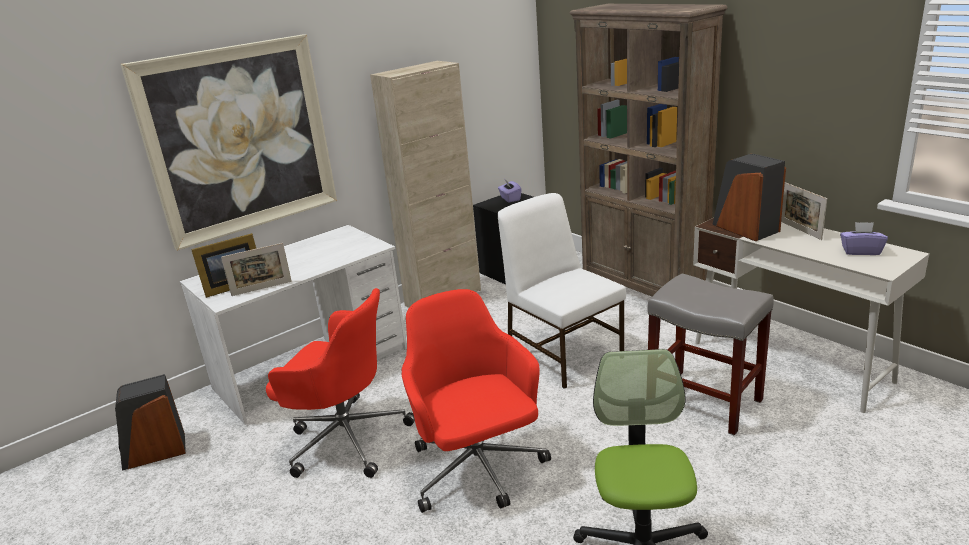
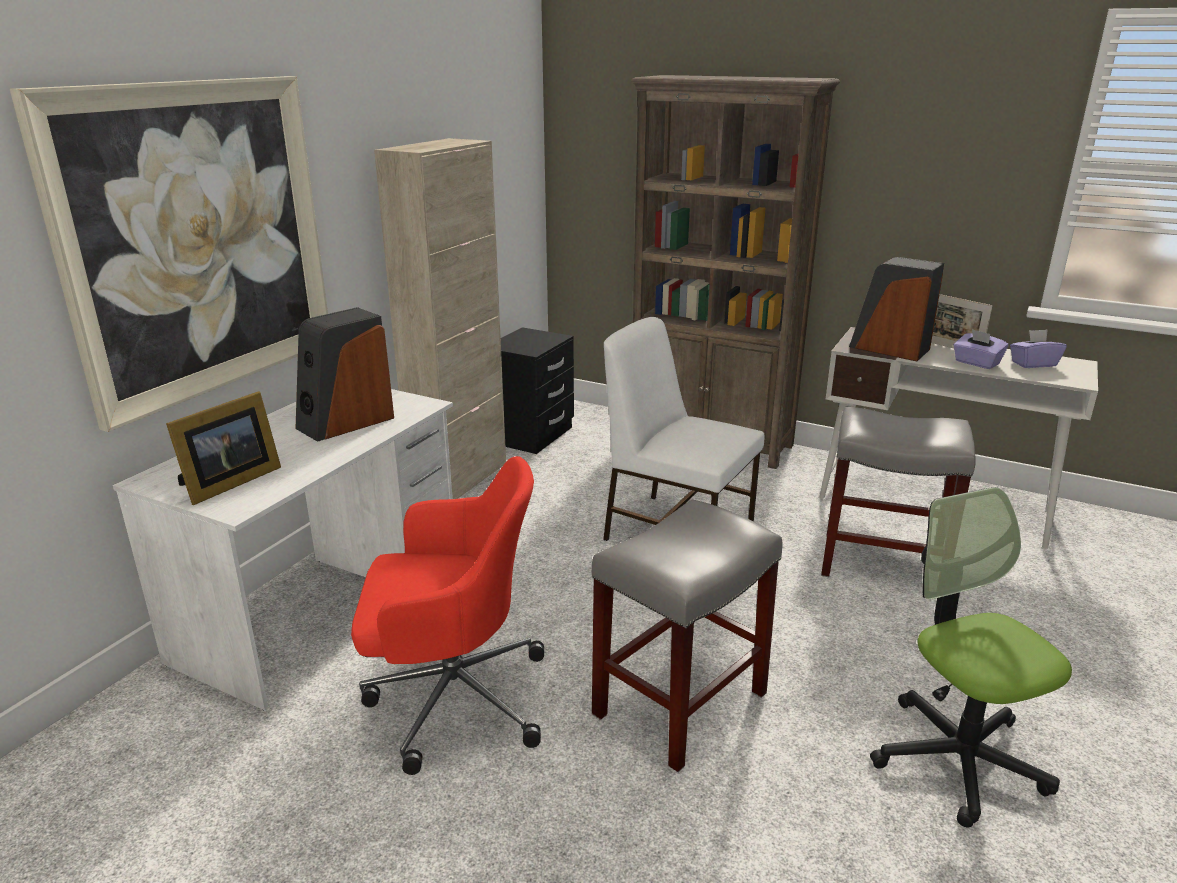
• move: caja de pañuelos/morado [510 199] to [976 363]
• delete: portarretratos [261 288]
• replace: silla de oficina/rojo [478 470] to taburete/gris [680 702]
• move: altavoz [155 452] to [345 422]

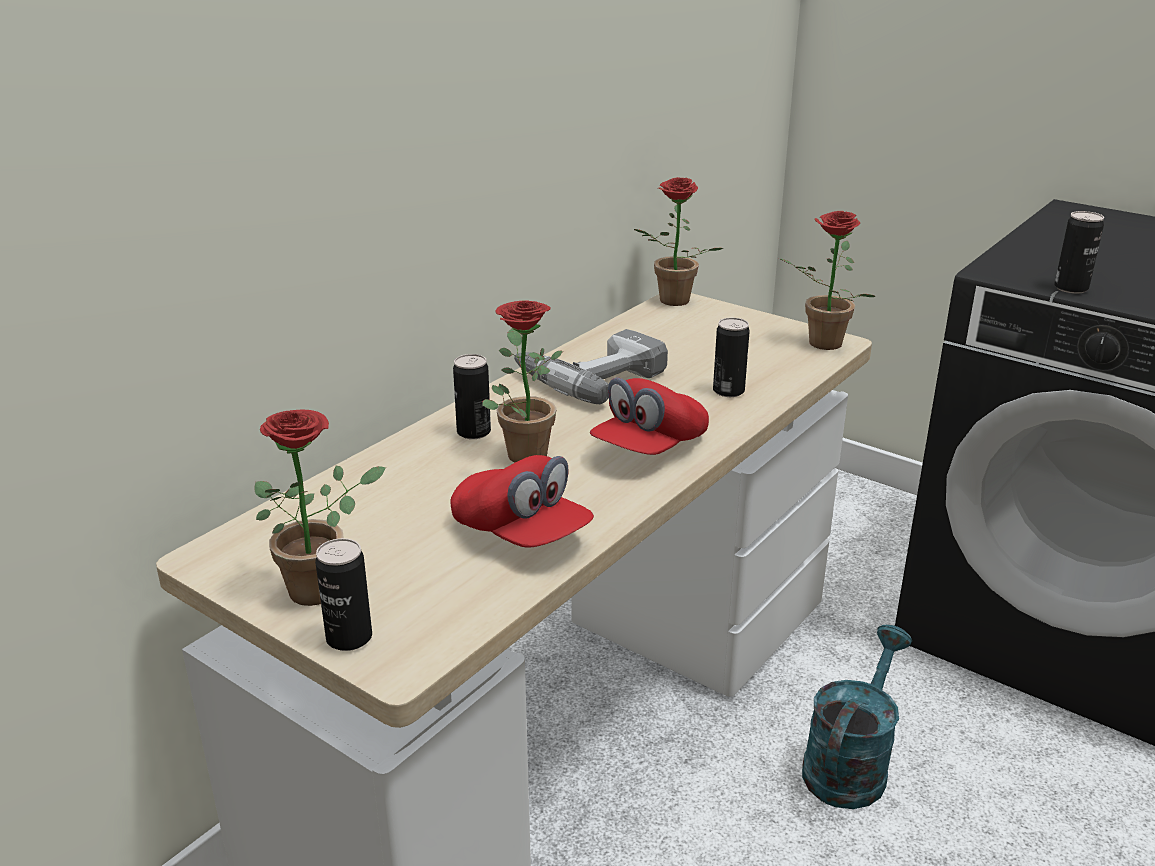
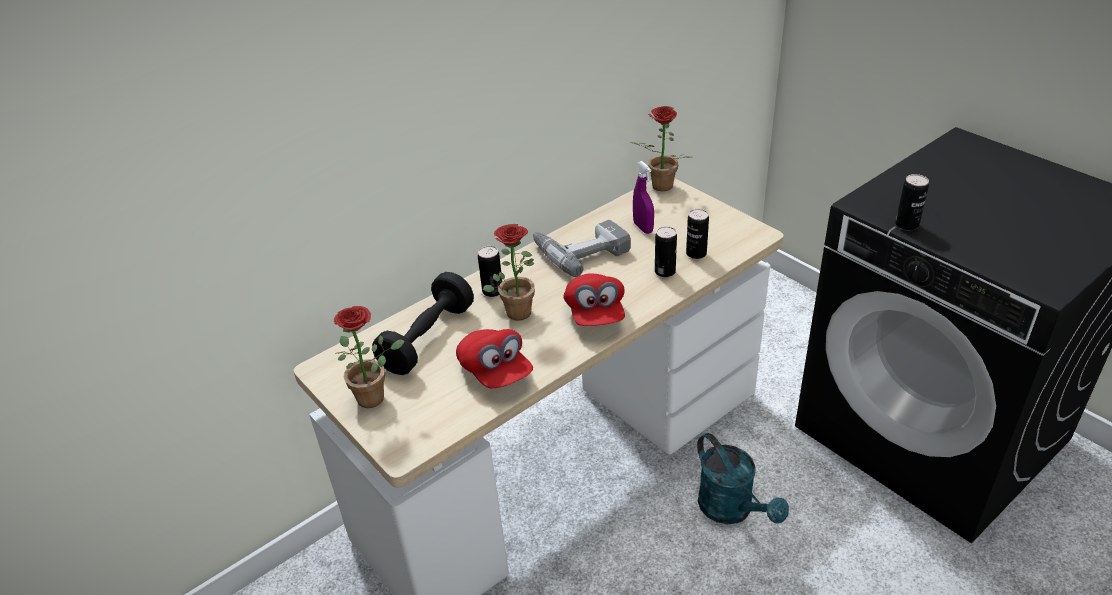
• delete: planta en maceta [819 344]
• rotate: gorra/rojo [649 447] = [595 314] 60 degrees counterclockwise
• move: lata [349 638] to [696 253]
• rotate: regadera/turquesa [849 763] = [732 510] 105 degrees clockwise
• insert: pulverizador/morado [643 228]
• insert: mancuerna/negro [427 339]

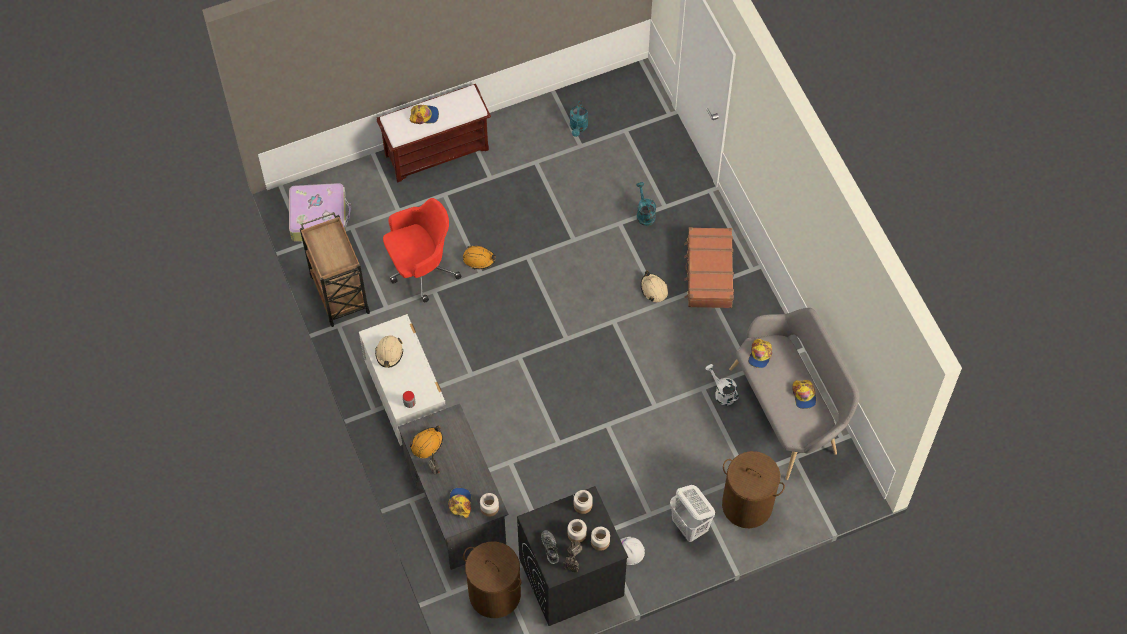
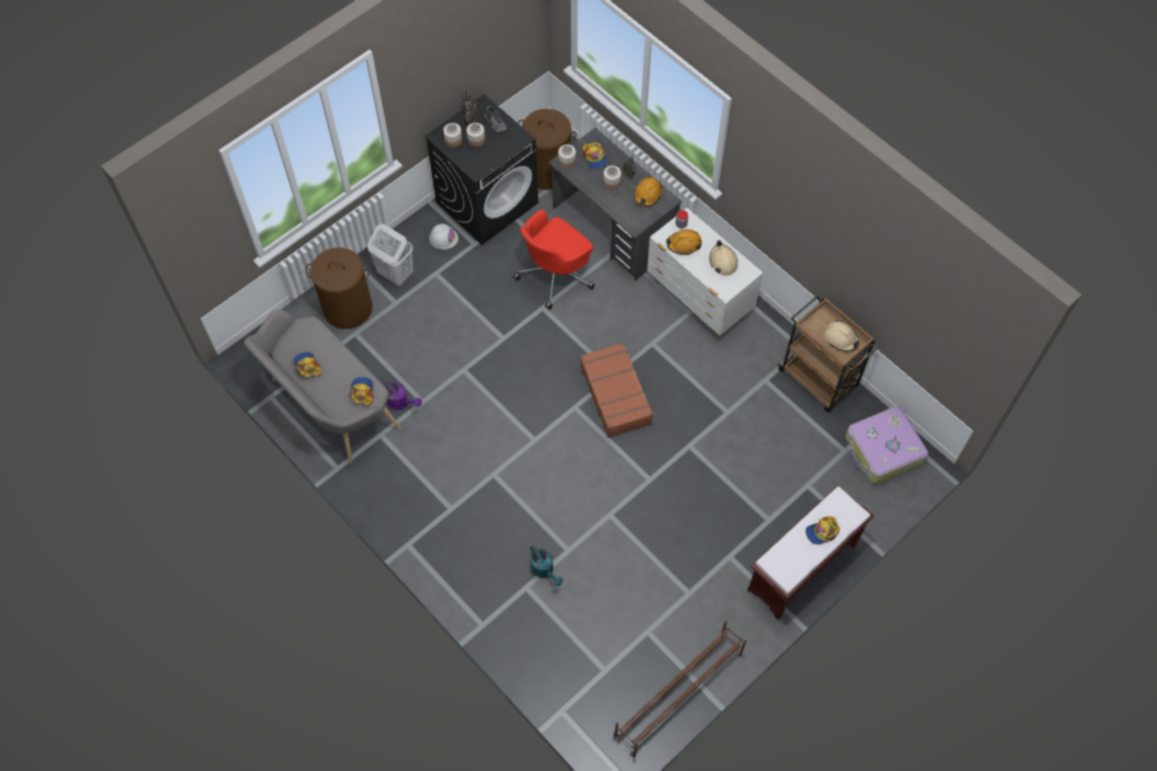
• delete: regadera/turquesa [578 127]
• move: silla de oficina/rojo [421 269] to [556 274]
• move: maleta/marrón [708 273] to [616 394]
• move: casco/naranja [479 259] to [684 244]
• move: casco/beis [654 289] to [841 338]
• recolor: regadera/blanco [722 393] to regadera/morado [401 403]
• move: tarro [582 505] to [612 182]
• insert: zapatero/marrón [678 694]

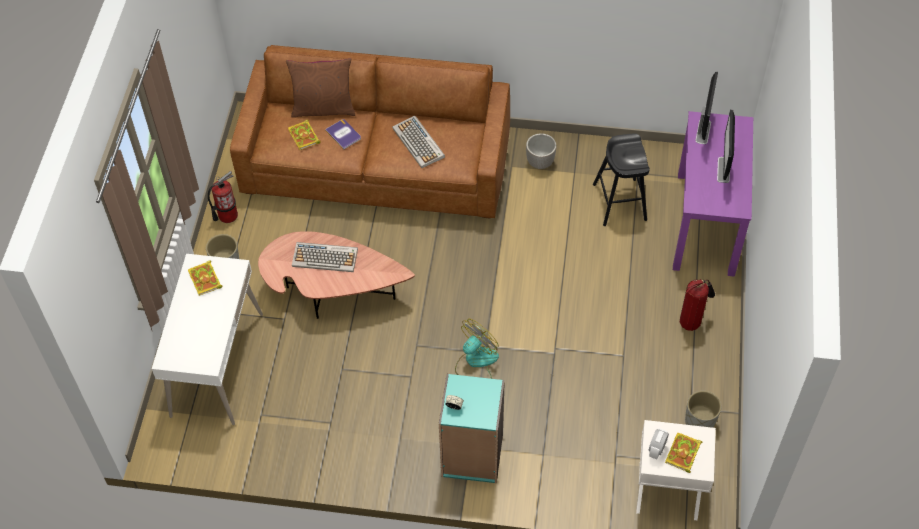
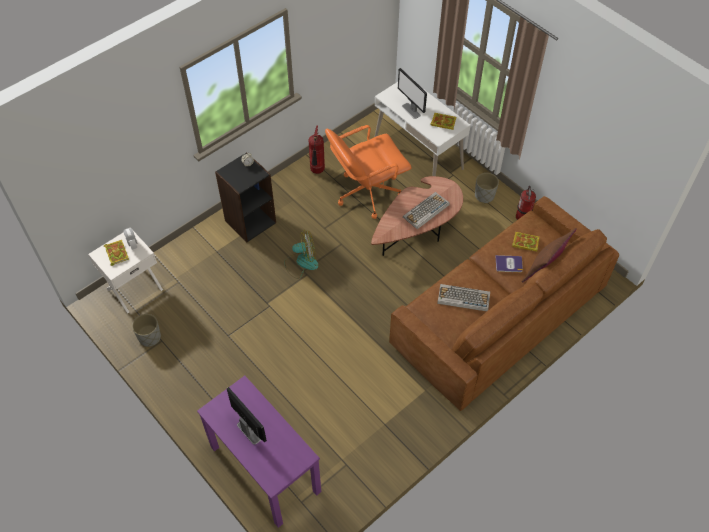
• move: monitor [703 131] to [411 110]
• delete: maceta [540 162]
• delete: taburete/negro [619 202]
• move: extintor [691 322] to [317 171]
• rotate: ventilador [476 362] = [301 262] 90 degrees counterclockwise
• recolor: estantería/turquesa [472 456] to estantería/negro [250 221]
• insert: silla de oficina/naranja [367 193]

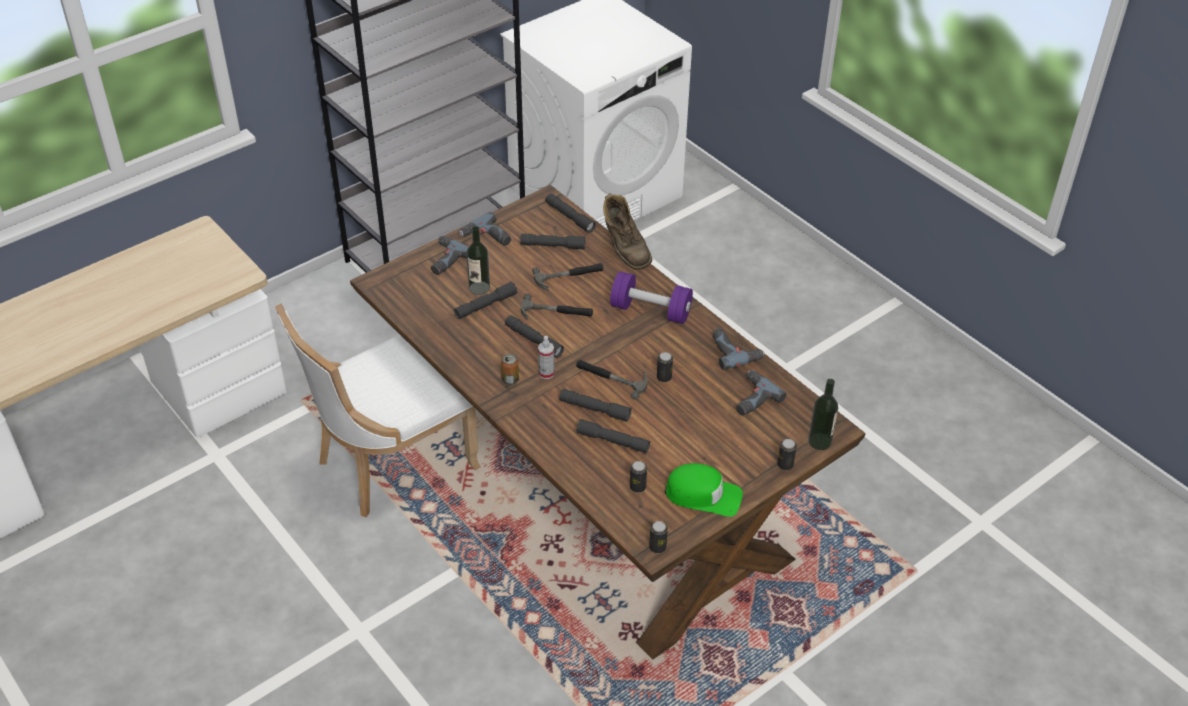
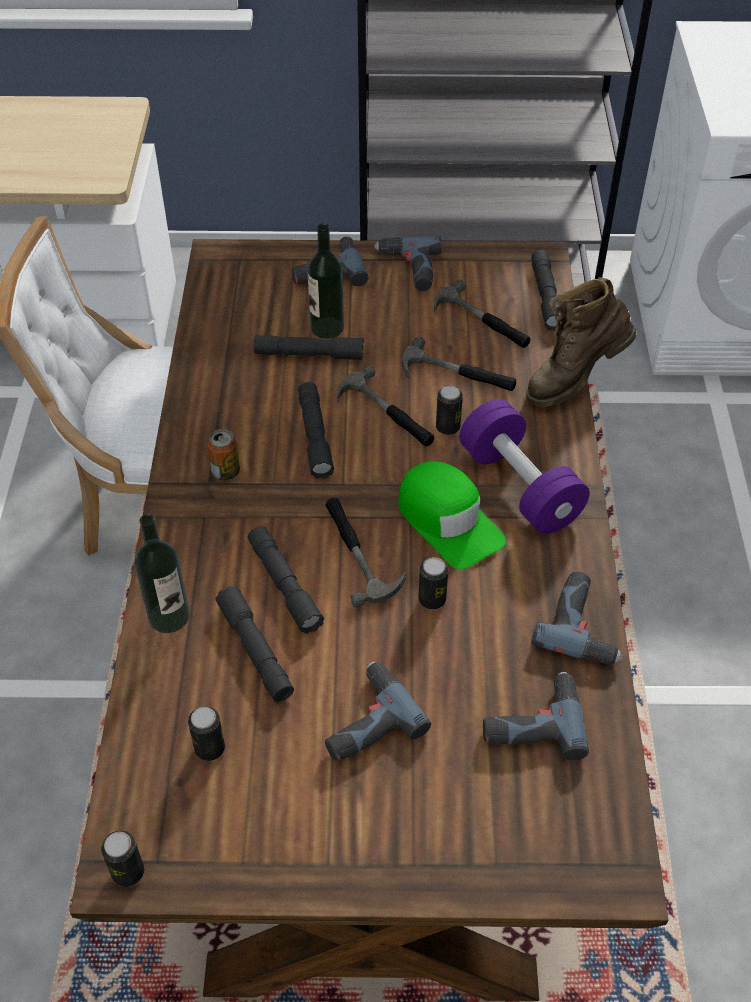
• rotate: bota/marrón [624 250] = [574 380] 45 degrees clockwise
• replace: linterna/gris [552 246] to martillo [481 322]
• delete: pulverizador [546 373]
• move: botella [819 441] to [169 616]
• move: lata [785 465] to [448 427]
• move: gorra/verde [703 495] to [448 521]
• insert: taladro [364 720]

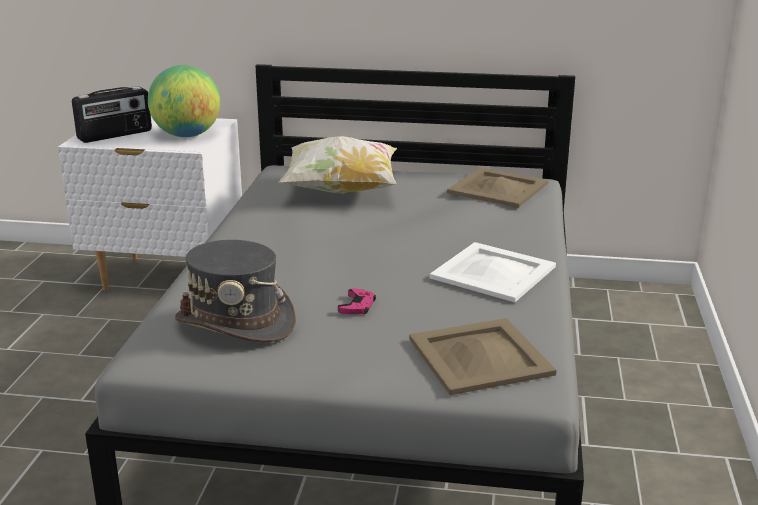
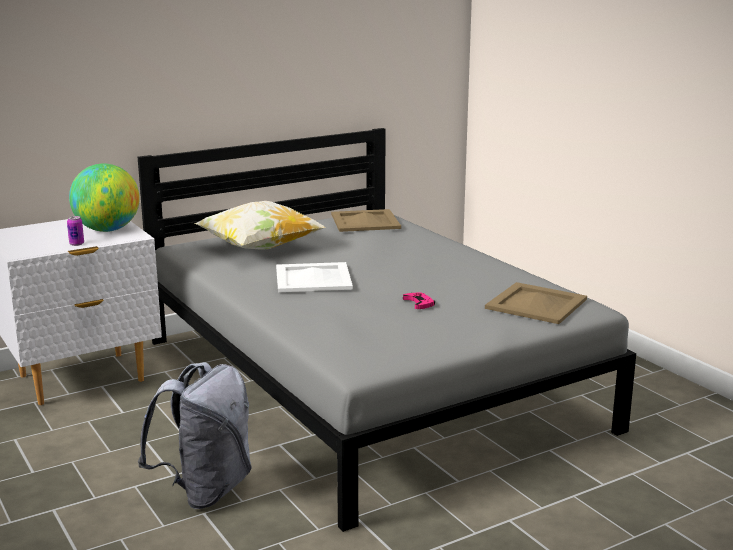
• delete: radio [115 135]
• delete: sombrero/gris [236 322]
• move: bandeja/blanco [492 272] to [312 278]
• insert: lata [76 244]
• insert: mochila/gris [205 490]

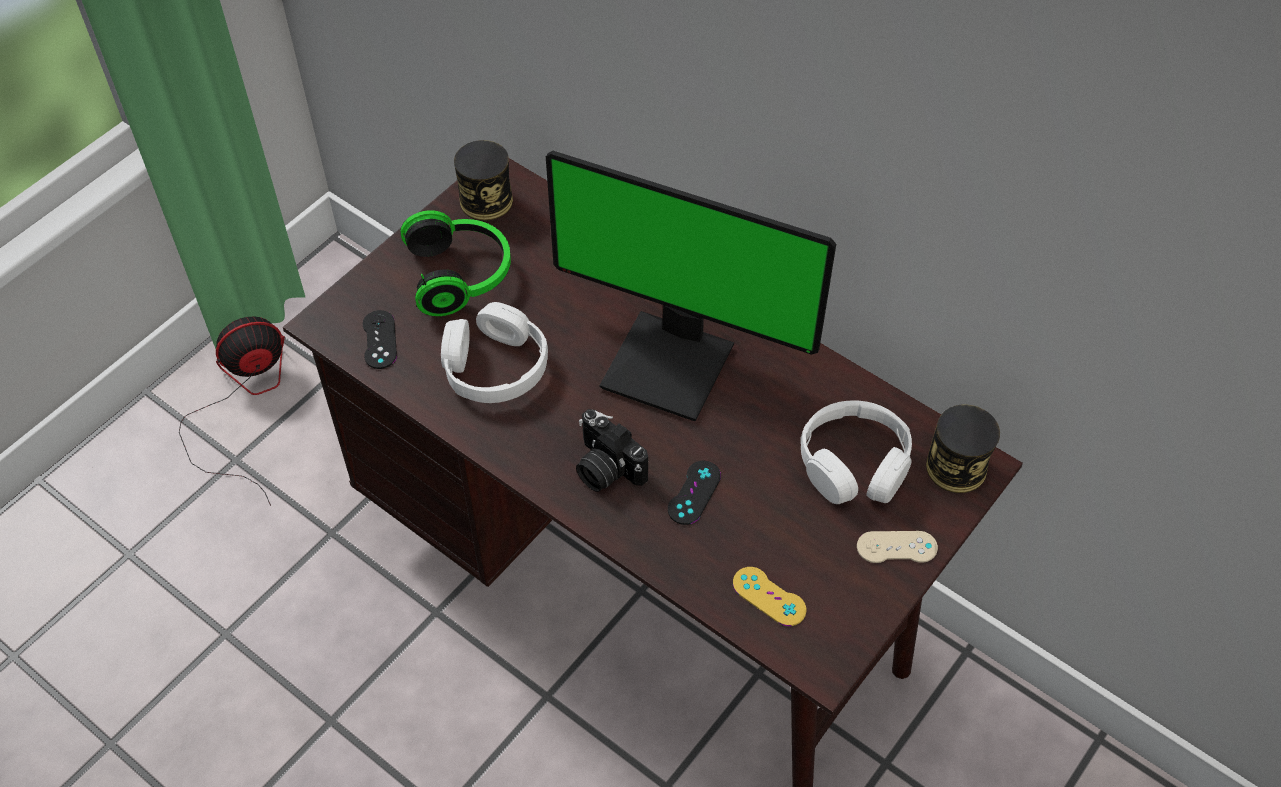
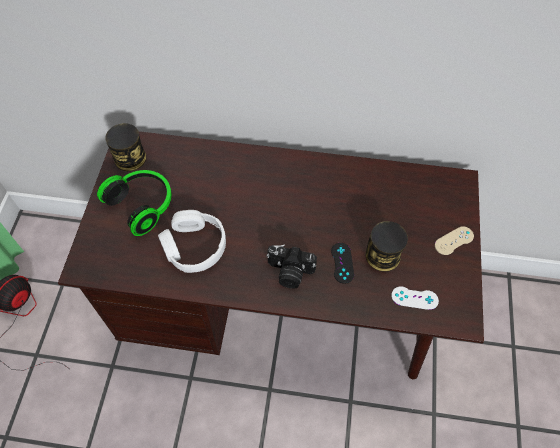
• delete: monitor [672 363]
• delete: mando de consola/negro [379 340]
• delete: auriculares/blanco [854 464]
• move: lata [956 467] to [382 255]
• recolor: mando de consola/amarillo [769 596] to mando de consola/blanco [414 298]

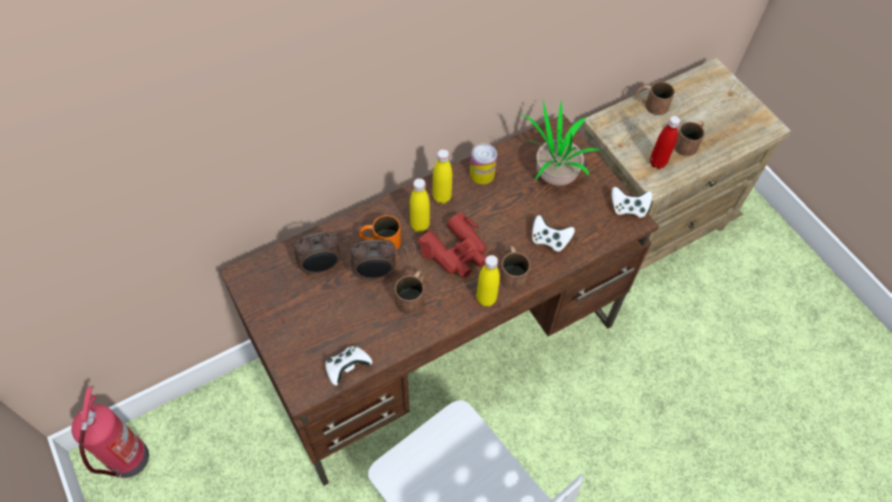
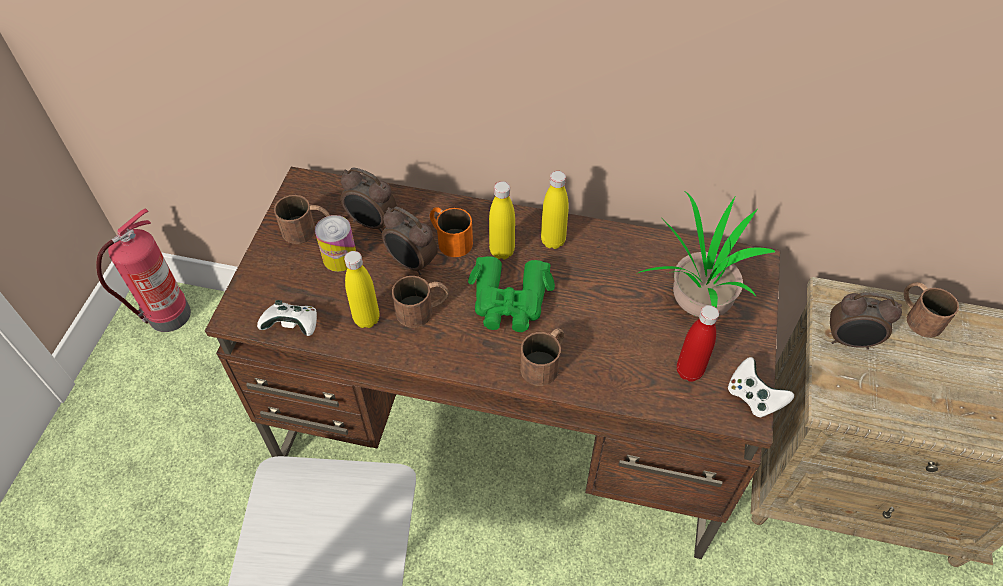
• move: botella/rojo [657 163] to [689 371]
• move: taza grande/marrón [688 143] to [307 230]
• move: lata [482 174] to [340 258]
• recolor: prismáticos/rojo [456 252] to prismáticos/verde [509 301]
• delete: mando de consola/blanco [549 240]
• move: botella/amarillo [486 299] to [366 319]
• insert: despertador [850 341]

